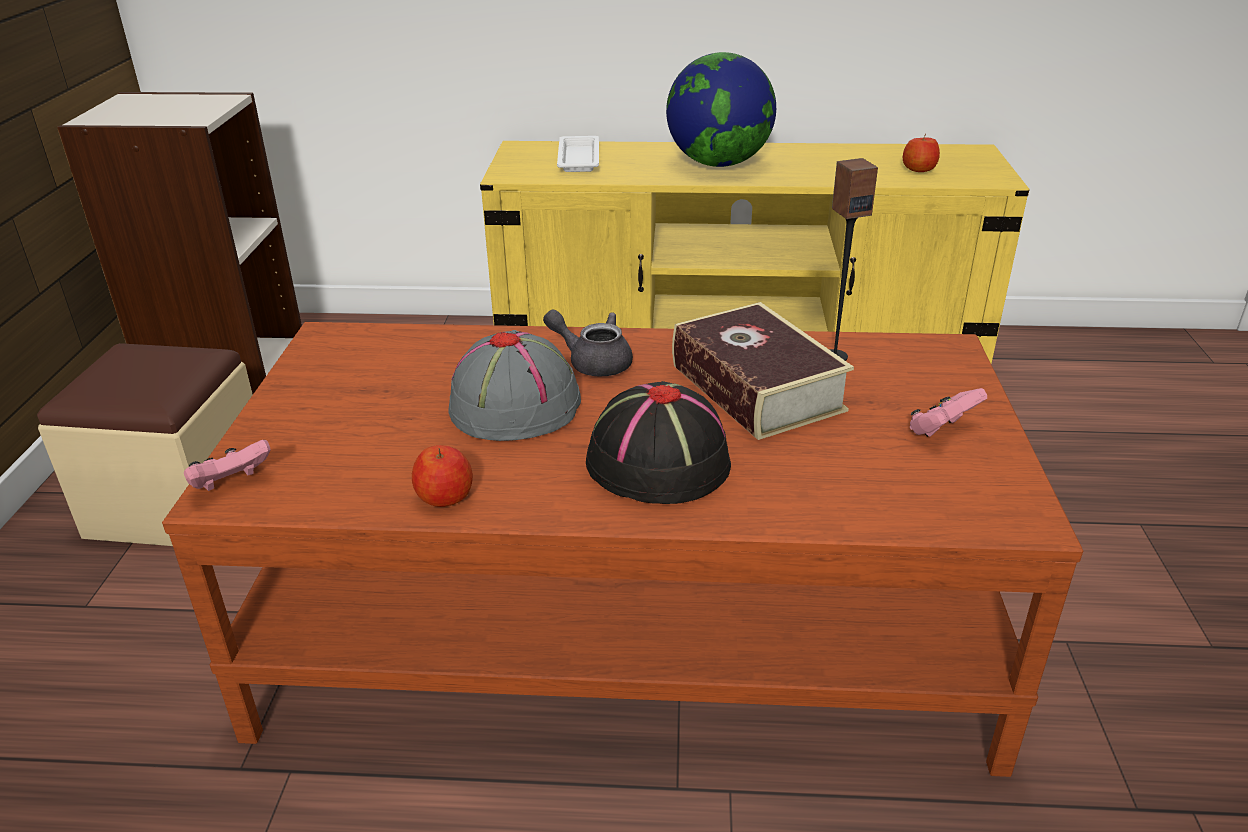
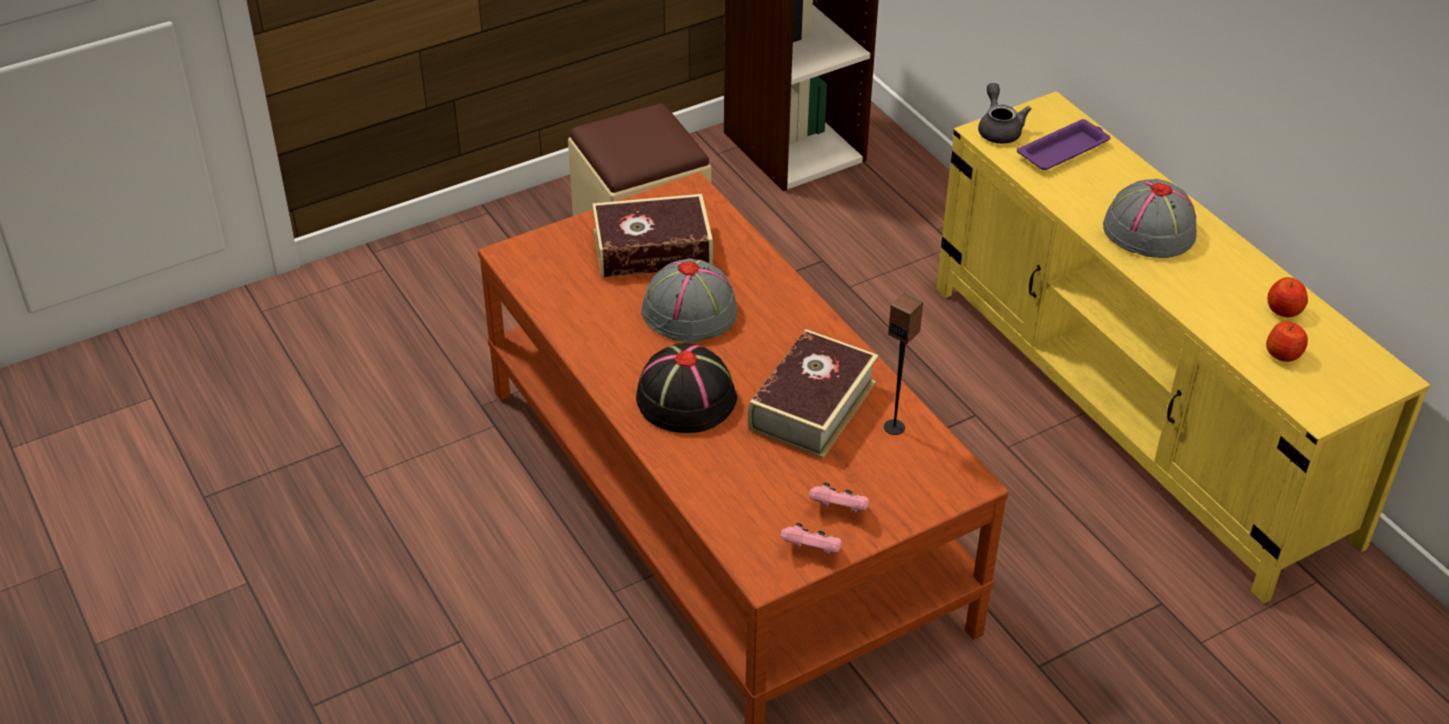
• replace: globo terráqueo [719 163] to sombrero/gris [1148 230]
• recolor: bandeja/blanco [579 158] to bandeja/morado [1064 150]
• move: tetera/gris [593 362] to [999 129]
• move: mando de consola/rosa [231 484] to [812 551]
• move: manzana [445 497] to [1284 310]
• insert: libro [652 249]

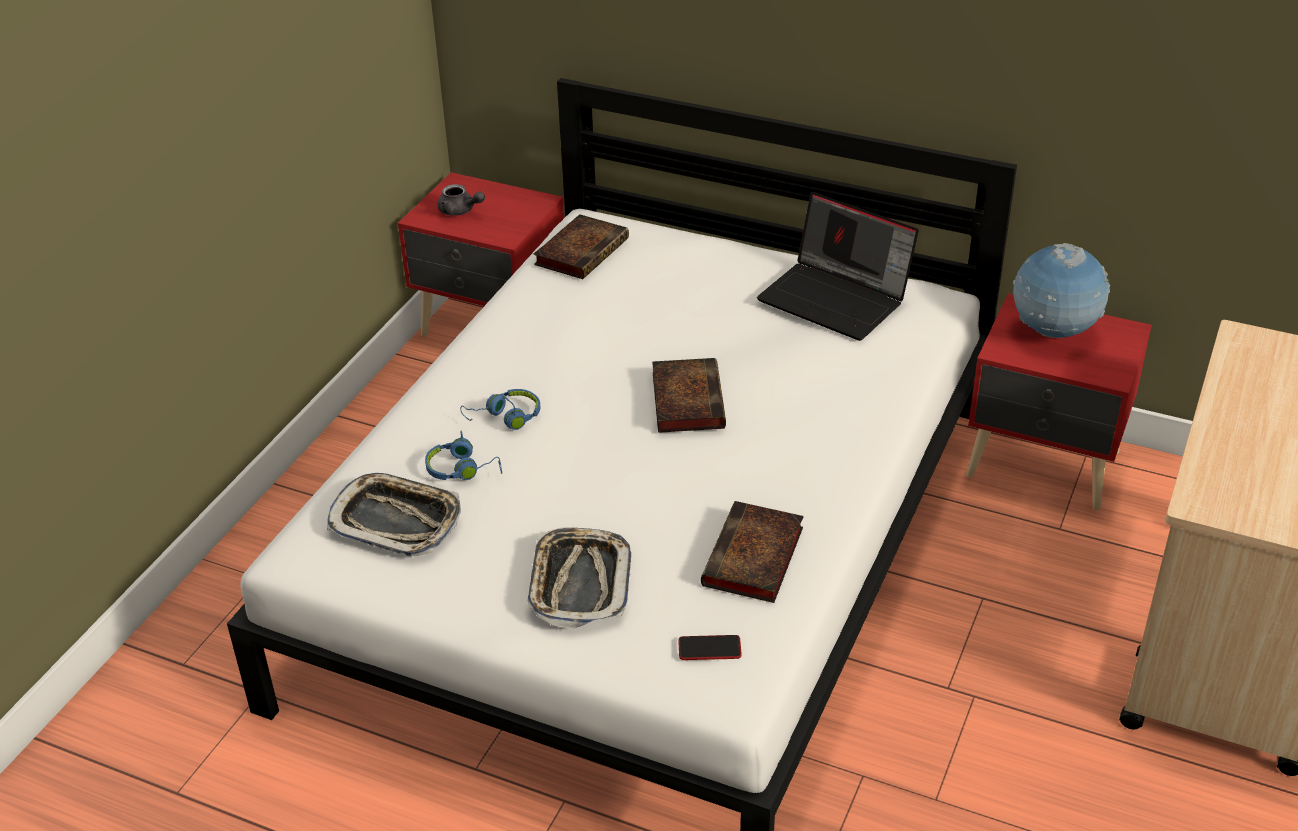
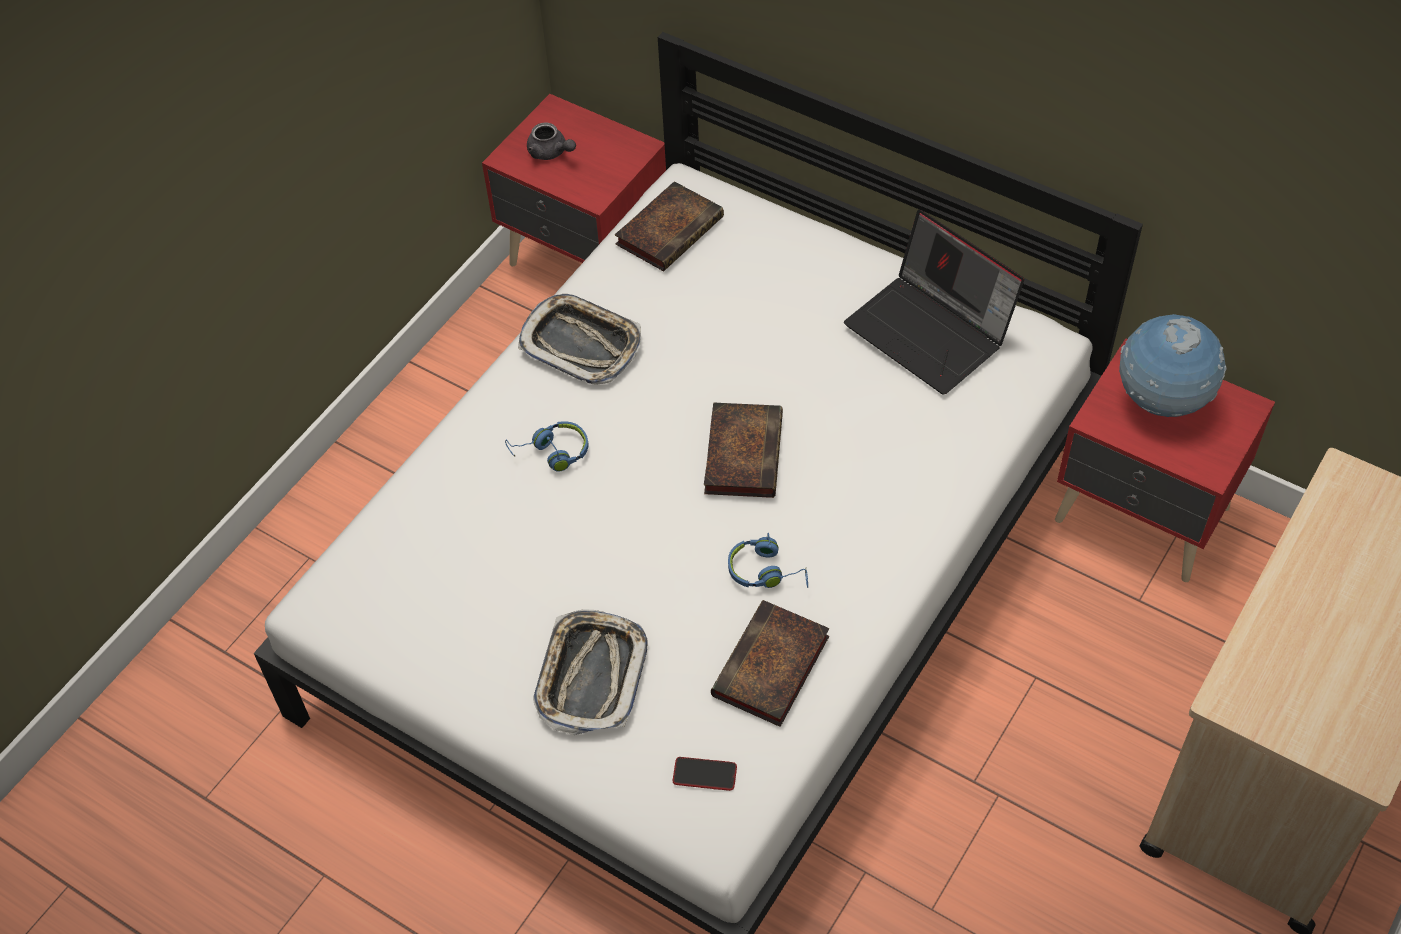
• move: auriculares/azul [463 469] to [767 571]
• move: bandeja [396 521] to [581 344]

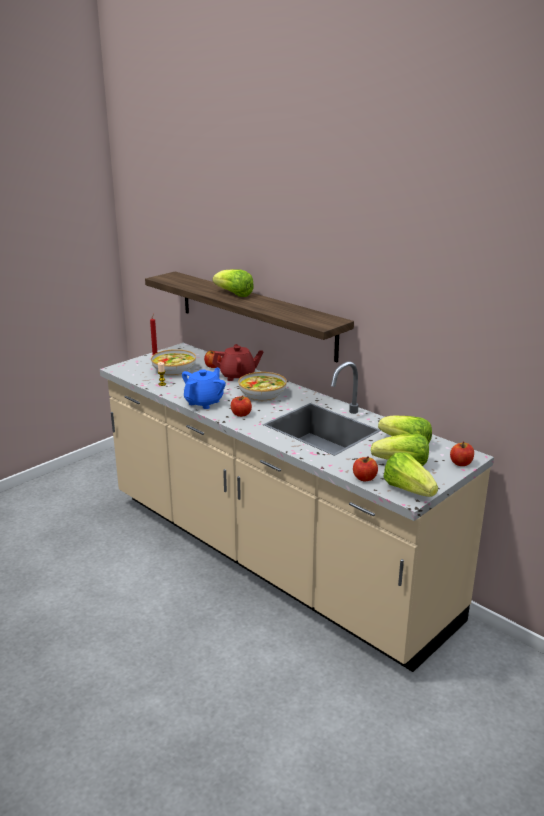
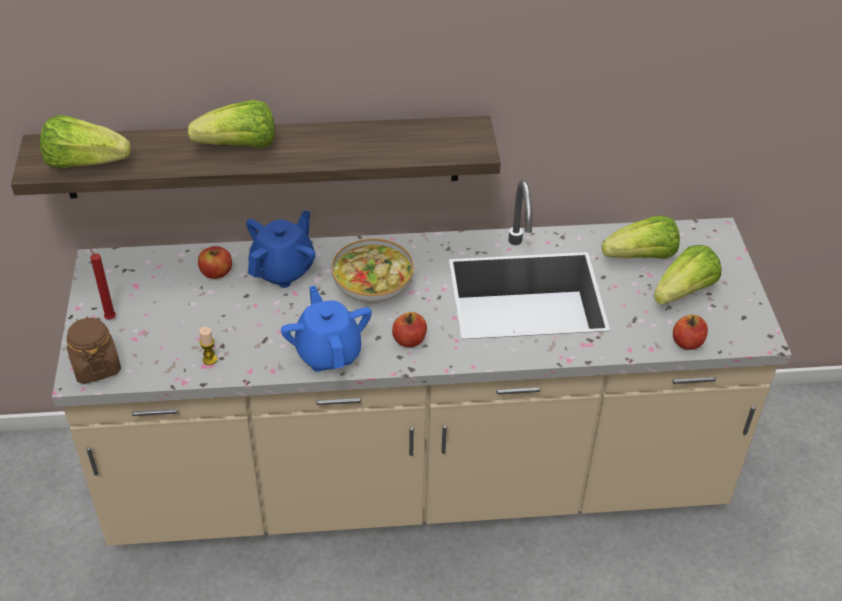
• recolor: tetera/rojo [238 376] to tetera/azul [283 270]
• delete: cuenco [174 370]
• delete: manzana [461 463]
• move: lechuga [408 490] to [85 162]
• insert: tarro/marrón [96 366]

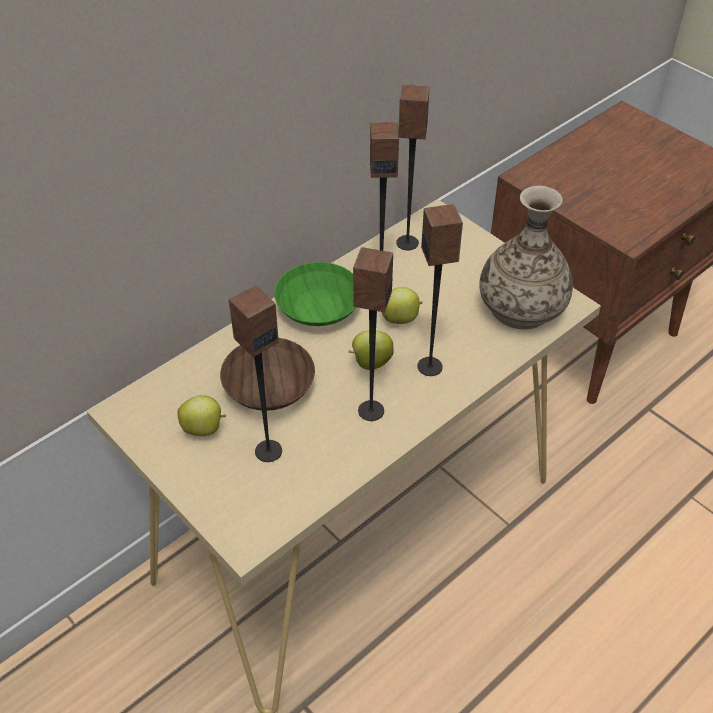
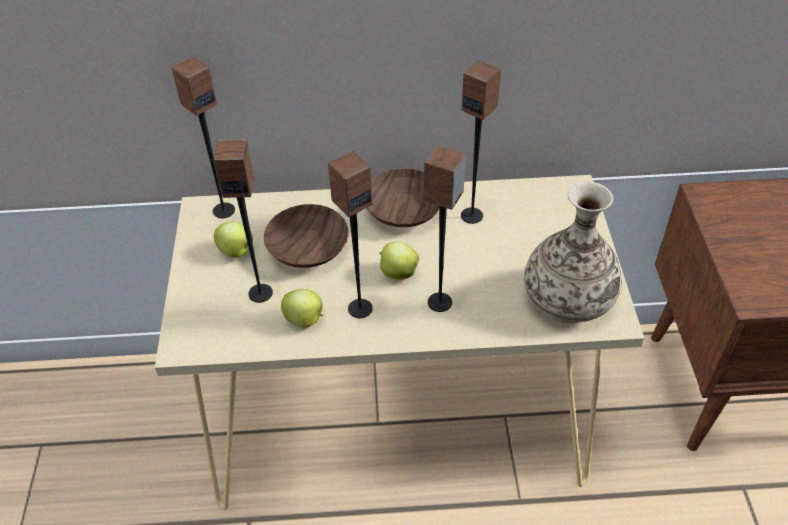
• move: altavoz [406 243] to [223 210]
• recolor: cuenco/verde [317 306] to cuenco/marrón [404 209]
• move: manzana [400 319] to [305 320]

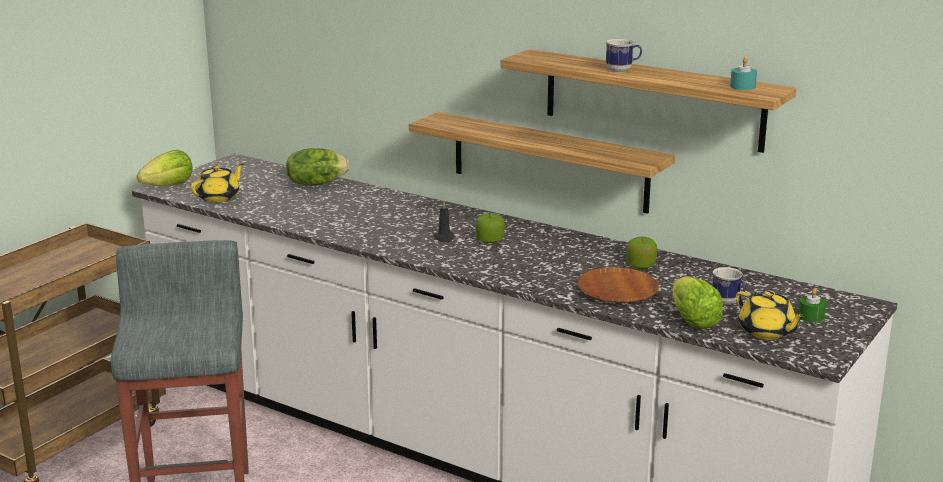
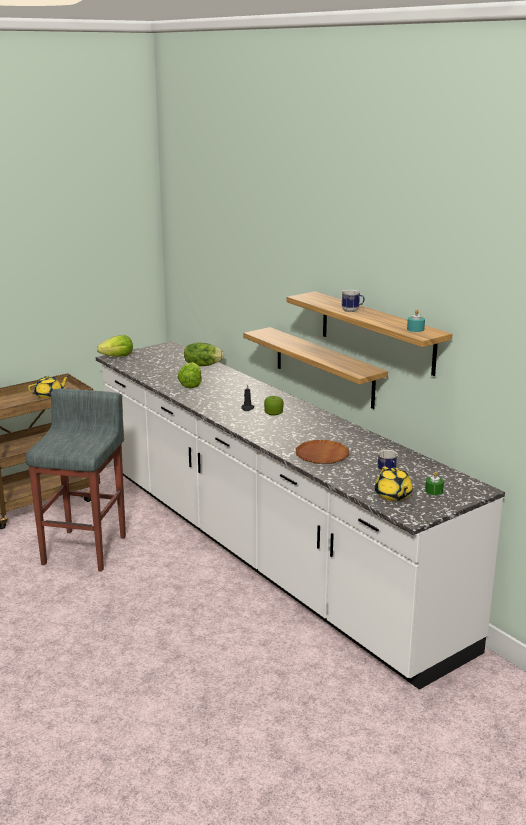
• move: tetera/amarillo [219 197] to [49 395]
• delete: manzana [640 266]
• move: lechuga [693 321] to [190 385]

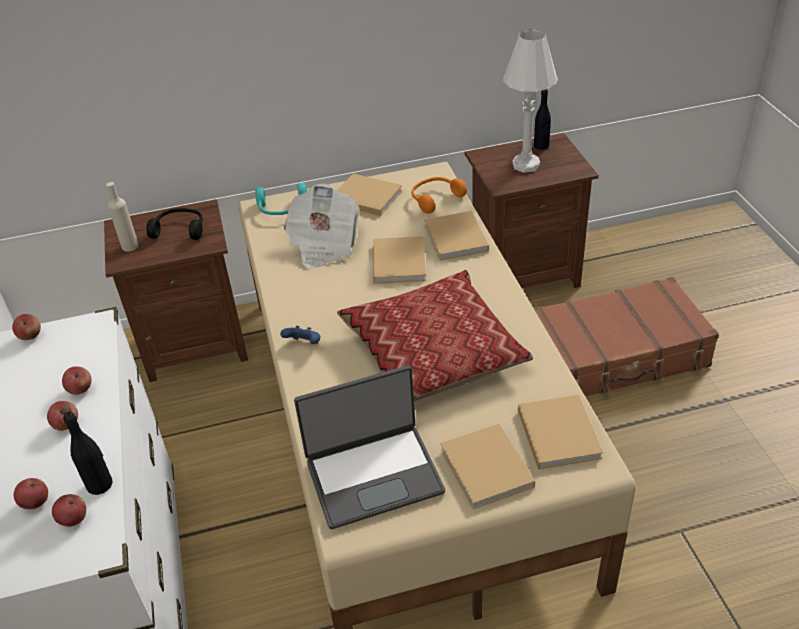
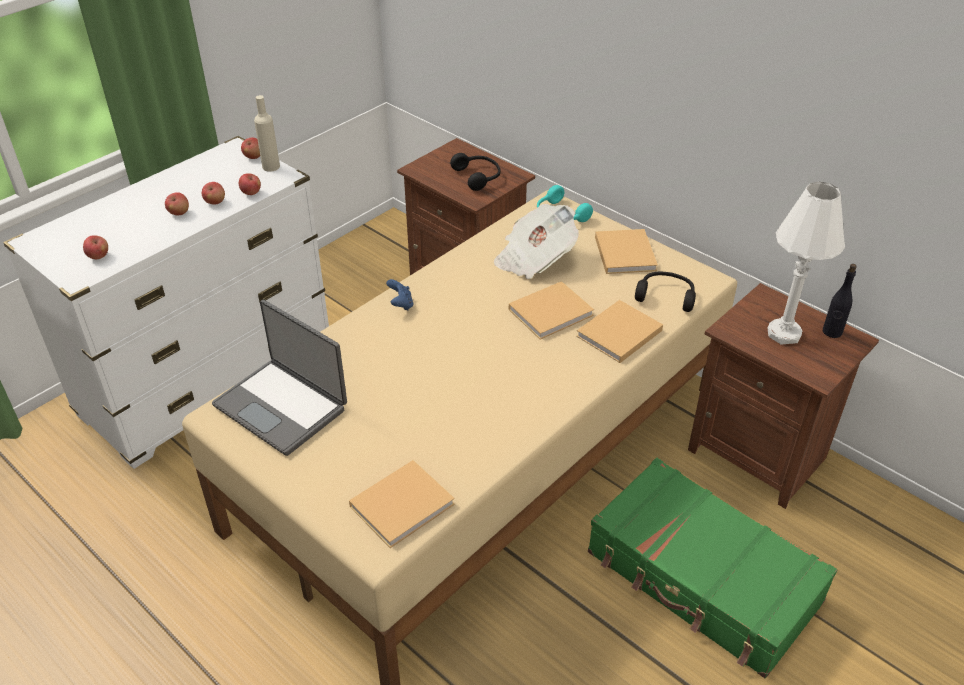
• recolor: auriculares/naranja [435 198] to auriculares/negro [666 296]
• move: botella/beis [130 246] to [271 166]
• delete: cojín [432 350]
• recolor: maleta/marrón [613 356] to maleta/verde [702 579]
• delete: botella/negro [100 484]
• delete: libro/beis [487 470]
• move: manzana [36 503] to [251 193]

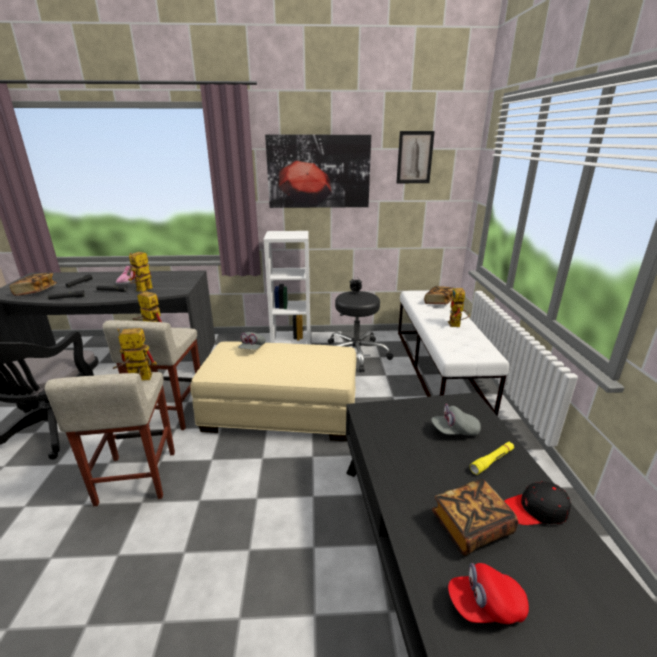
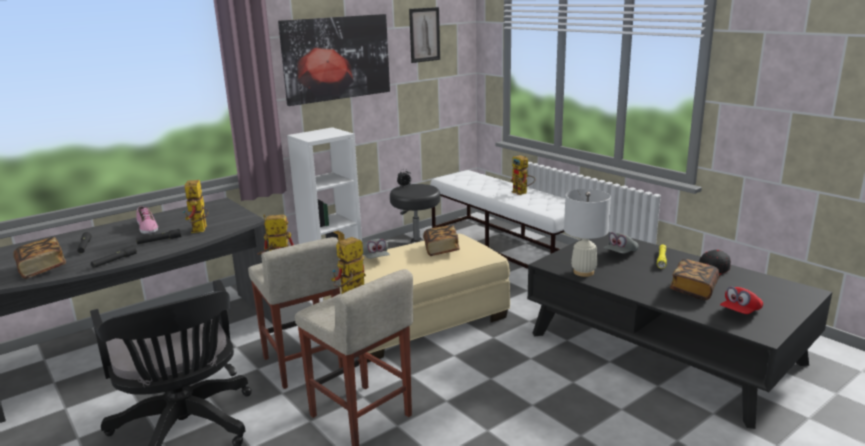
• move: libro [438 302] to [441 249]
• insert: lámpara de mesa/blanco [583 272]

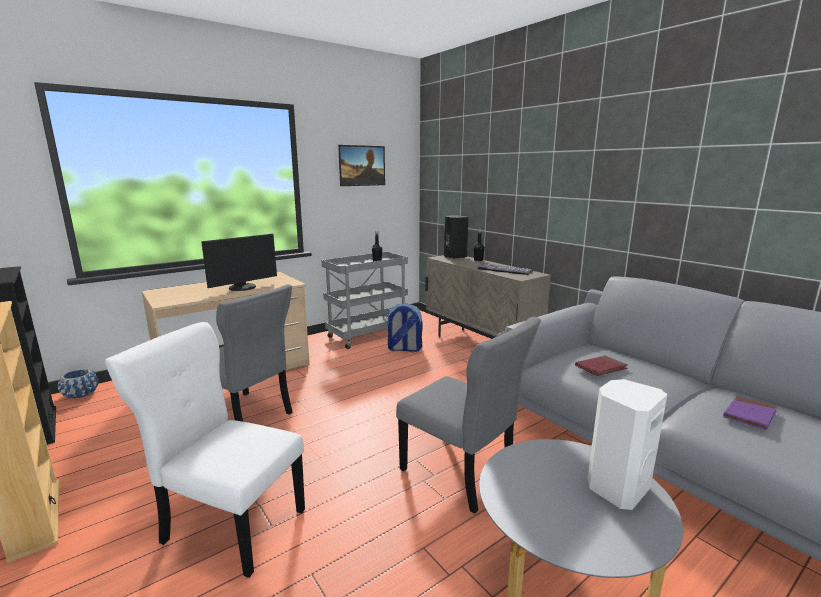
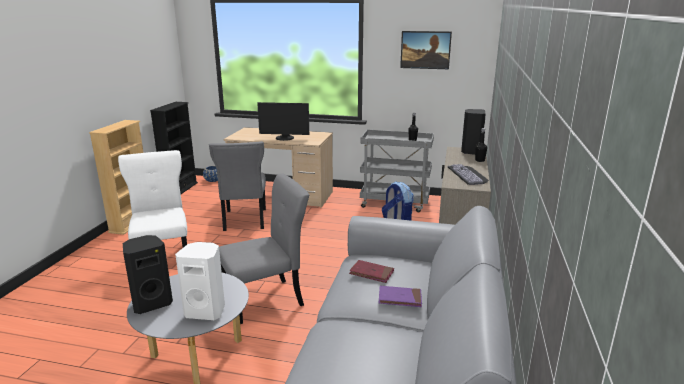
• rotate: silla/gris [461 474] = [267 300] 120 degrees counterclockwise
• move: libro/morado [749 415] to [400 298]
• insert: altavoz/negro [151 303]

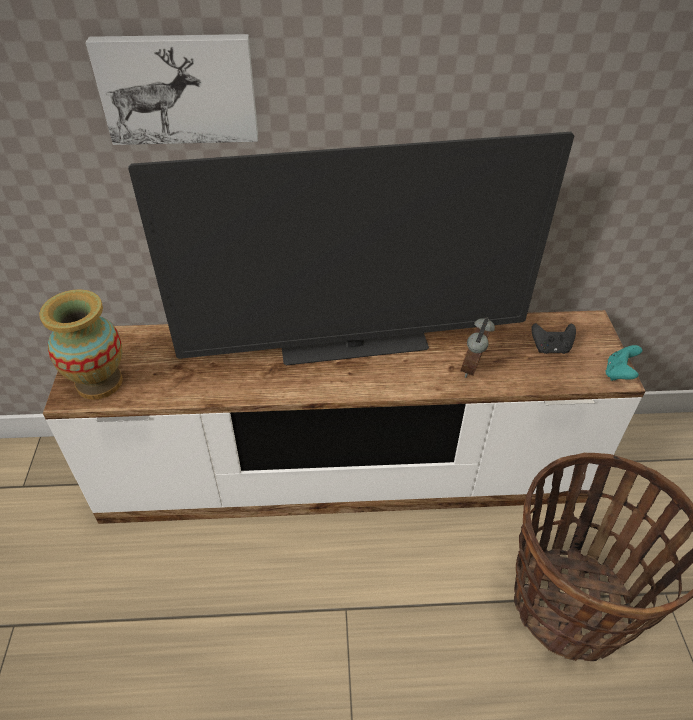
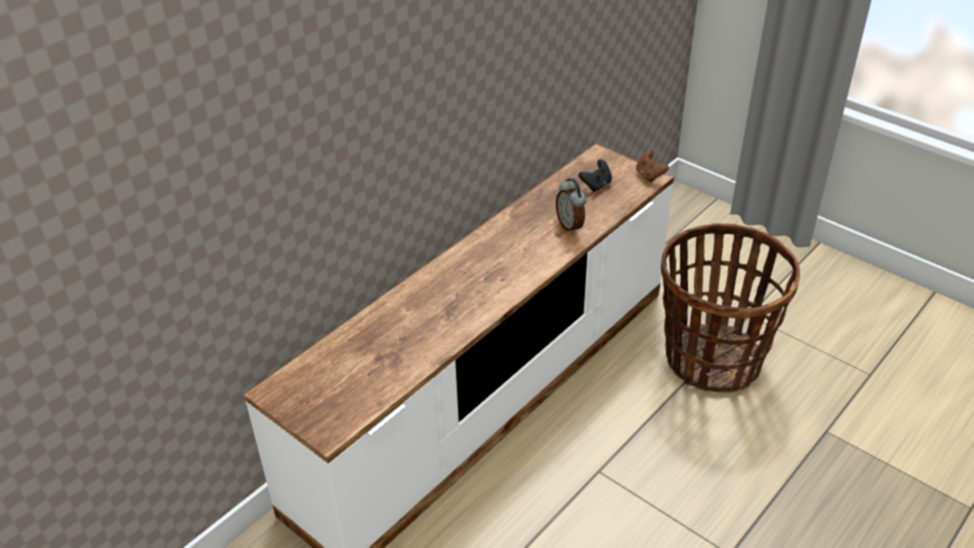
• delete: cuadro [178 88]
• delete: televisor [355 348]
• delete: florero [99 383]
• recolor: mando de consola/turquesa [619 373] to mando de consola/marrón [649 176]

